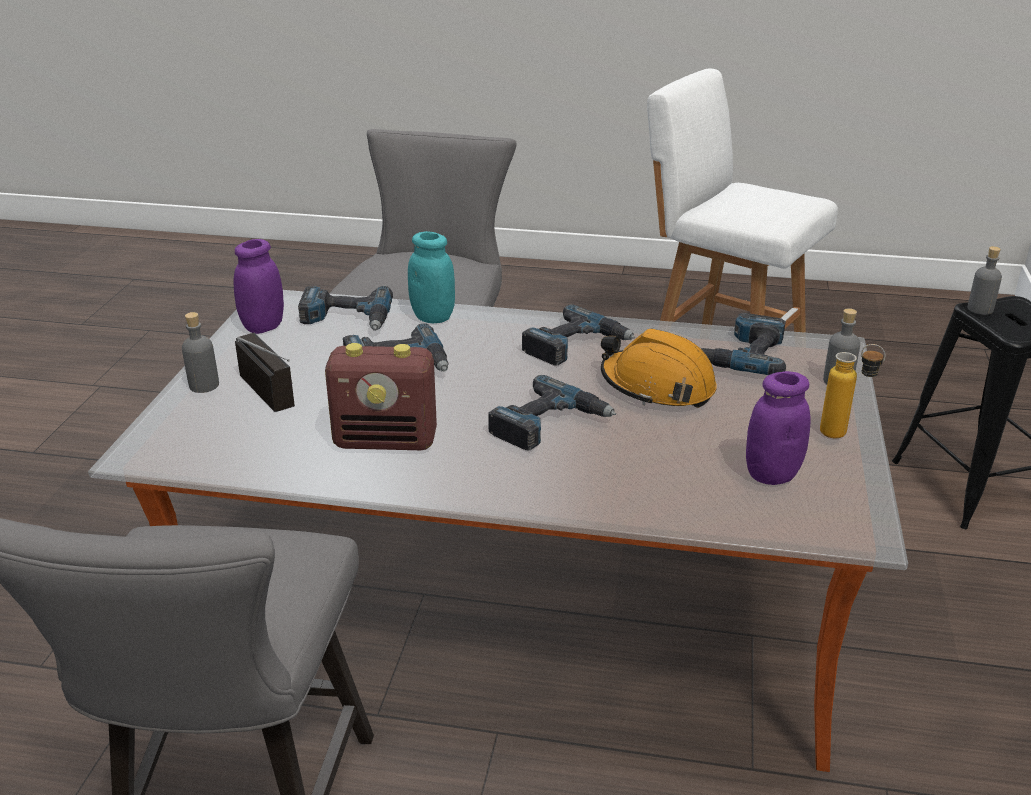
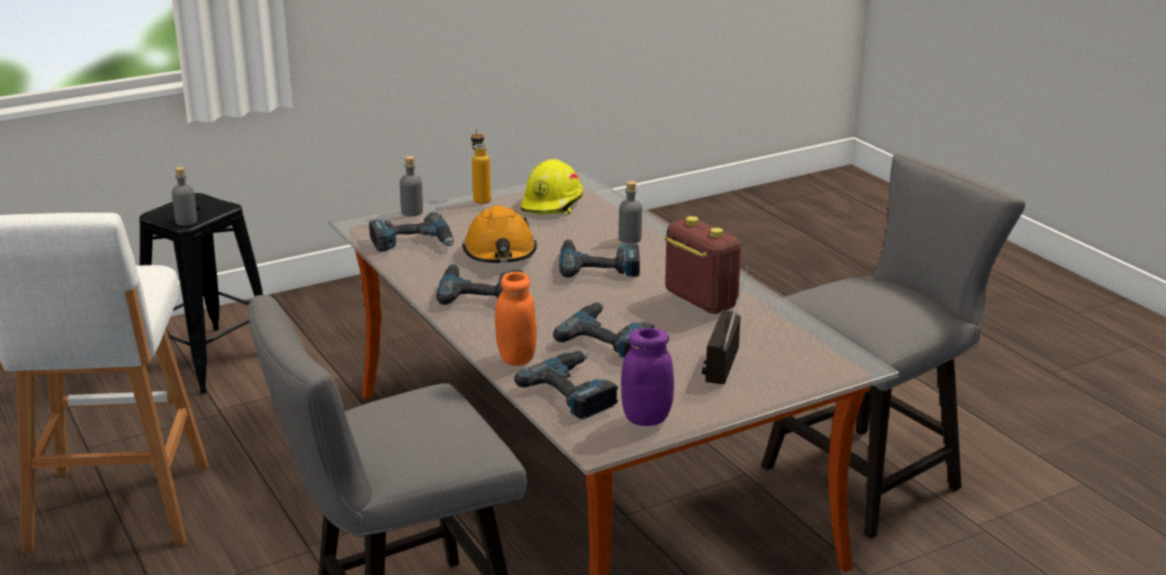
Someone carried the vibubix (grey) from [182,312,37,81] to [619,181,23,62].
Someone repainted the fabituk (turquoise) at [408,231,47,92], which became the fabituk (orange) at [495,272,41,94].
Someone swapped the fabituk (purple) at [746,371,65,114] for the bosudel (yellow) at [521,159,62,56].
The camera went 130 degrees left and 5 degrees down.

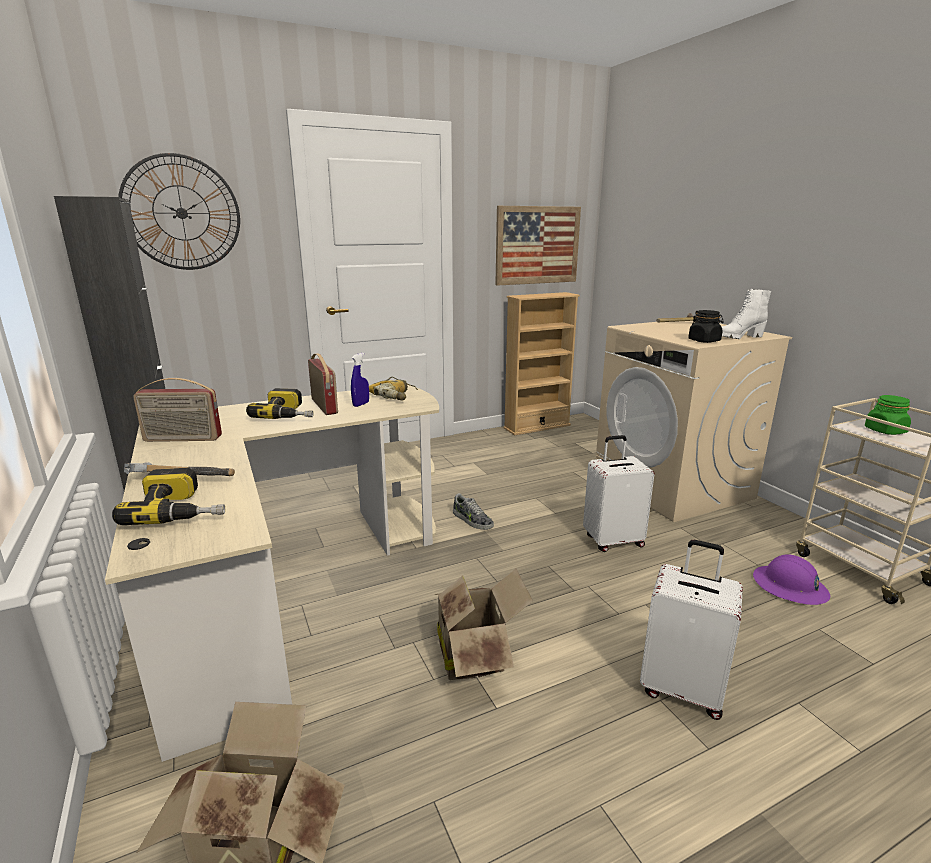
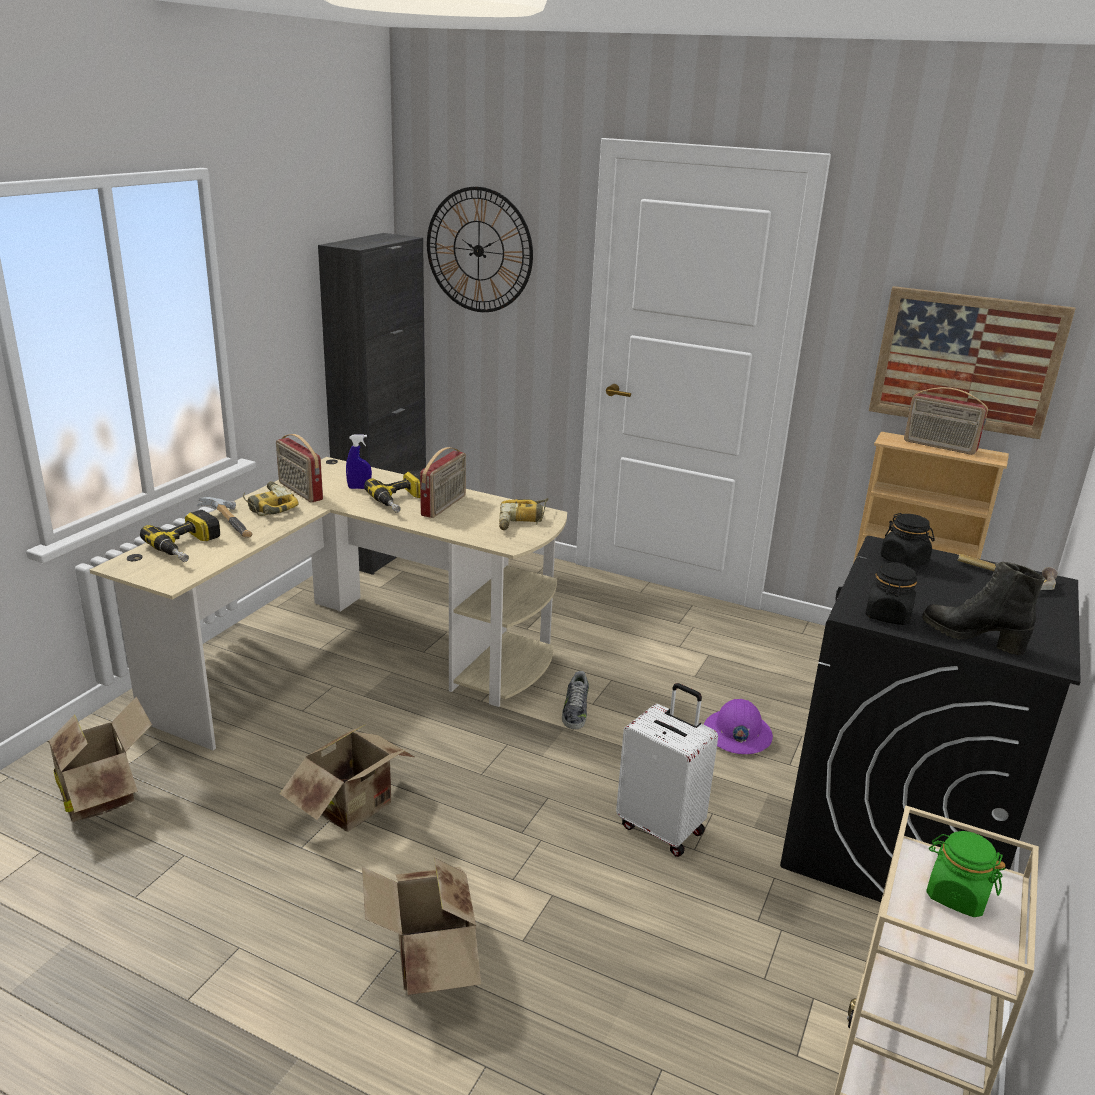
Someone carried the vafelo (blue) from [351,353,18,54] to [346,434,26,55].
Someone repainted the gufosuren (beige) at [596,321,196,201], which became the gufosuren (black) at [780,536,301,366].
Someone swapped the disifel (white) at [640,540,103,180] for the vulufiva at [362,858,119,137].
Someone repainted the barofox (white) at [722,289,49,50], which became the barofox (black) at [922,562,123,93].
Someone carried the bosudel (purple) from [753,554,77,51] to [704,699,69,55].
Someone put down the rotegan at [243,481,56,35].
Someone put down the fabituk (black) at [880,513,55,55].
Someone put down the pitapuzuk at [904,387,84,68].
The camera went 50 degrees right and 5 degrees up.

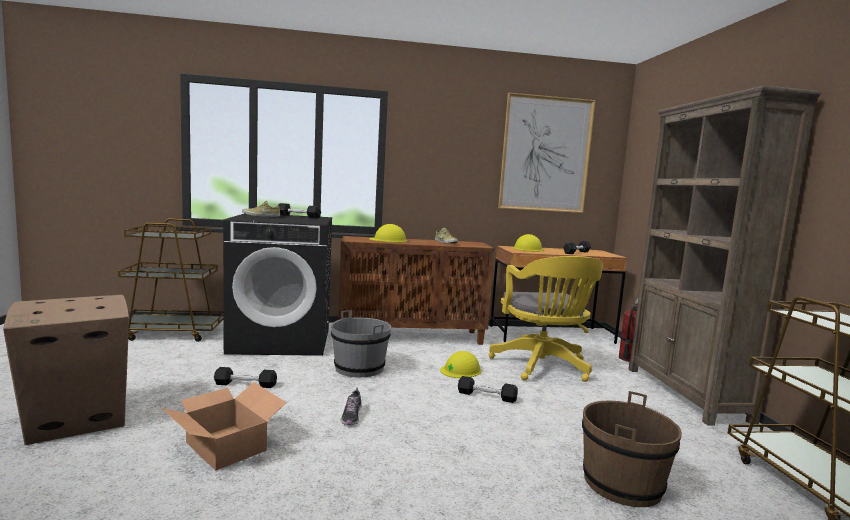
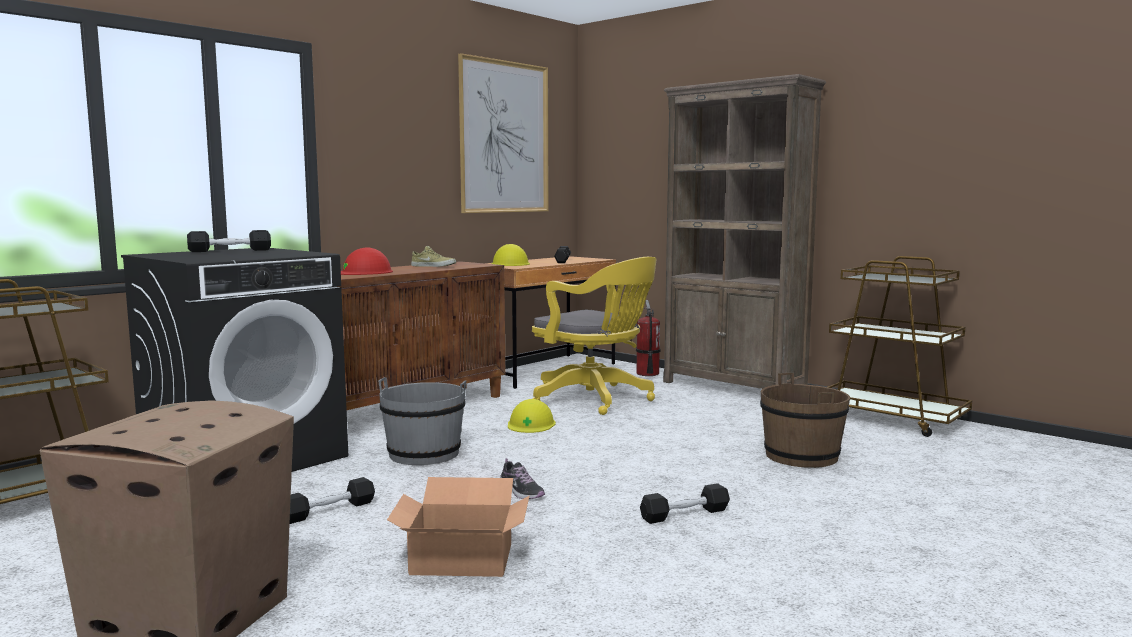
Someone took away the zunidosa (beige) at [242,201,38,16].
Someone repainted the bosudel (yellow) at [369,224,38,18], which became the bosudel (red) at [341,248,52,27].
Someone carried the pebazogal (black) from [458,376,60,27] to [640,483,90,41].
The camera went 40 degrees left and 0 degrees up.

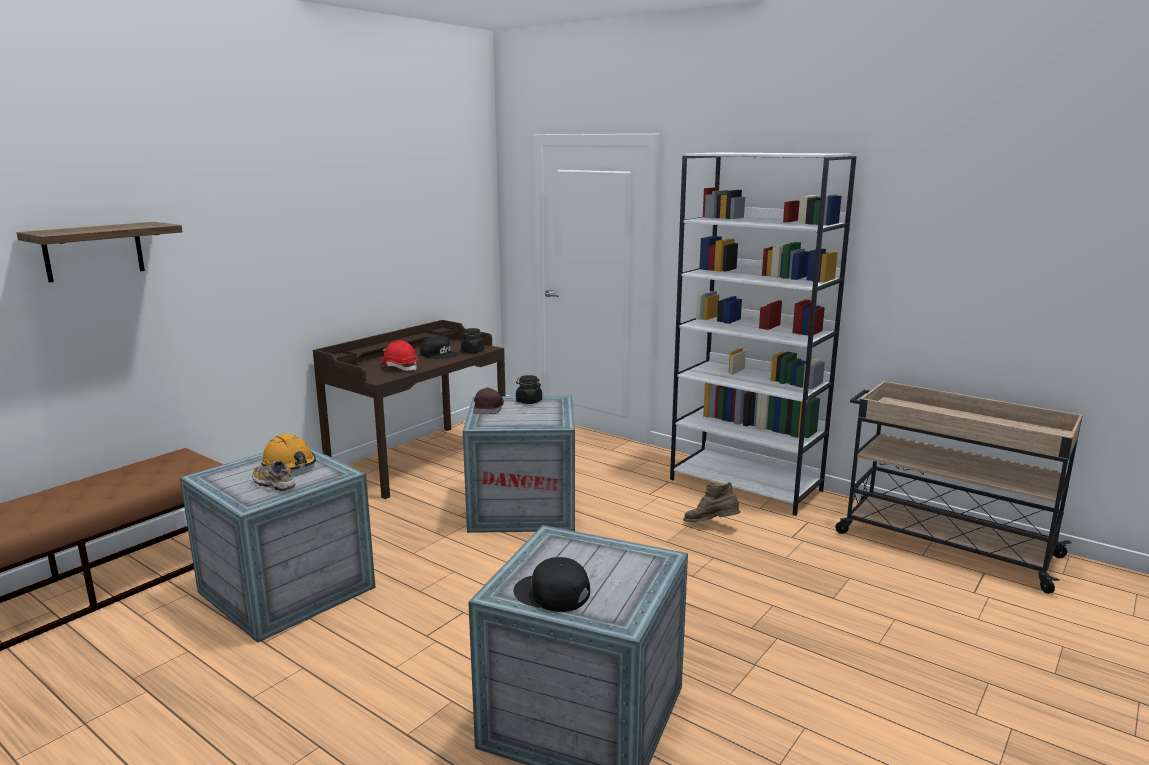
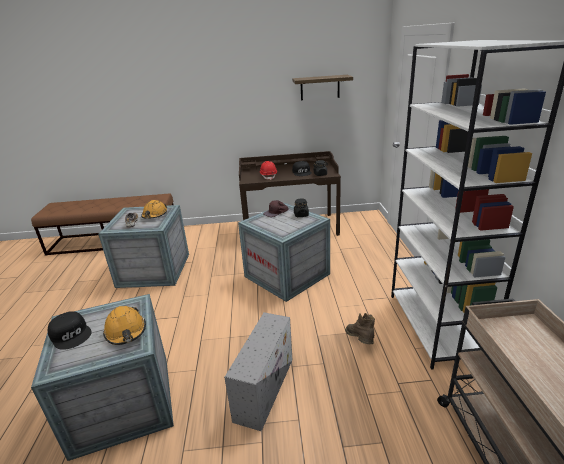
Someone carried the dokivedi from [17,222,165,60] to [292,75,61,25].
Someone rotated the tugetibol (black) at [513,557,77,55] by 150 degrees clockwise.
Someone put down the bosudel (orange) at [103,306,43,39].
Someone put down the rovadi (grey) at [224,312,68,119].
The camera went 50 degrees right and 10 degrees up.

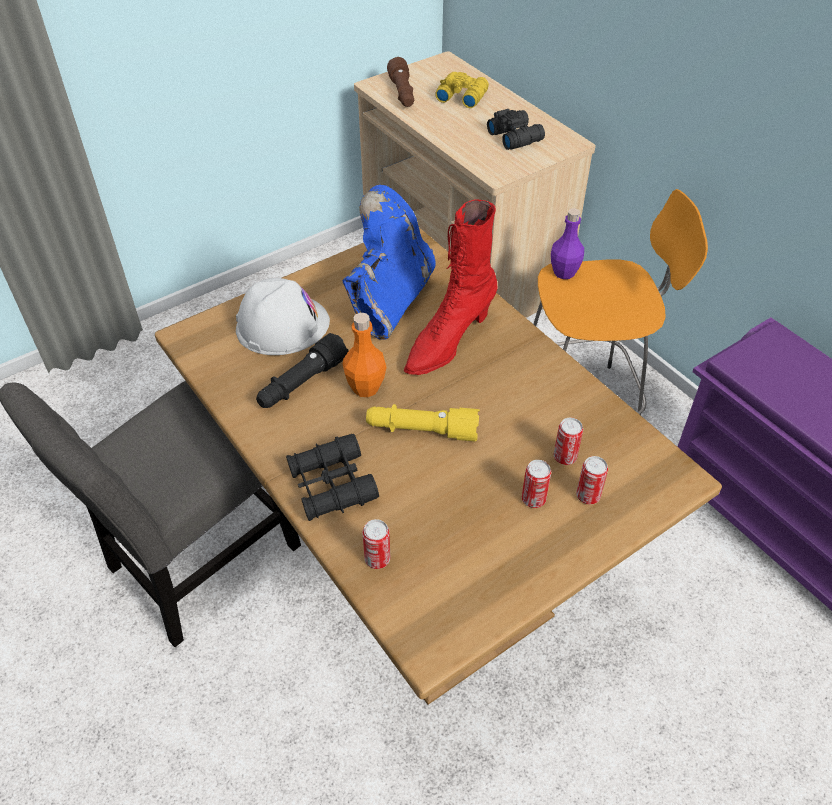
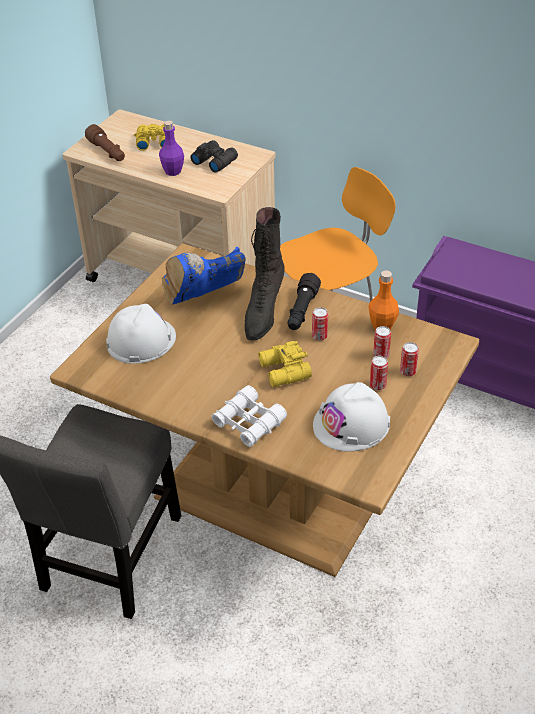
Someone carried the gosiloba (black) from [256,333,92,75] to [287,273,34,57].
Someone repainted the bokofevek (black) at [286,434,93,87], which became the bokofevek (white) at [211,385,76,62].
Someone rotated the barofox (blue) at [343,185,93,154] by 120 degrees counterclockwise.
Someone carried the vibubix (orange) from [343,313,44,84] to [368,270,31,60].
Someone carried the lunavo from [362,519,29,50] to [312,307,16,34].
Someone swapped the gosiloba (yellow) at [366,404,114,37] for the bokofevek (yellow) at [258,341,54,46].
Someone repainted the barofox (red) at [404,200,94,175], which became the barofox (black) at [245,207,40,134].
Someone carried the vibubix (purple) from [551,208,33,71] to [159,121,25,55].
Someone put down the bosudel (white) at [313,382,77,70].
The camera went 25 degrees left and 5 degrees down.

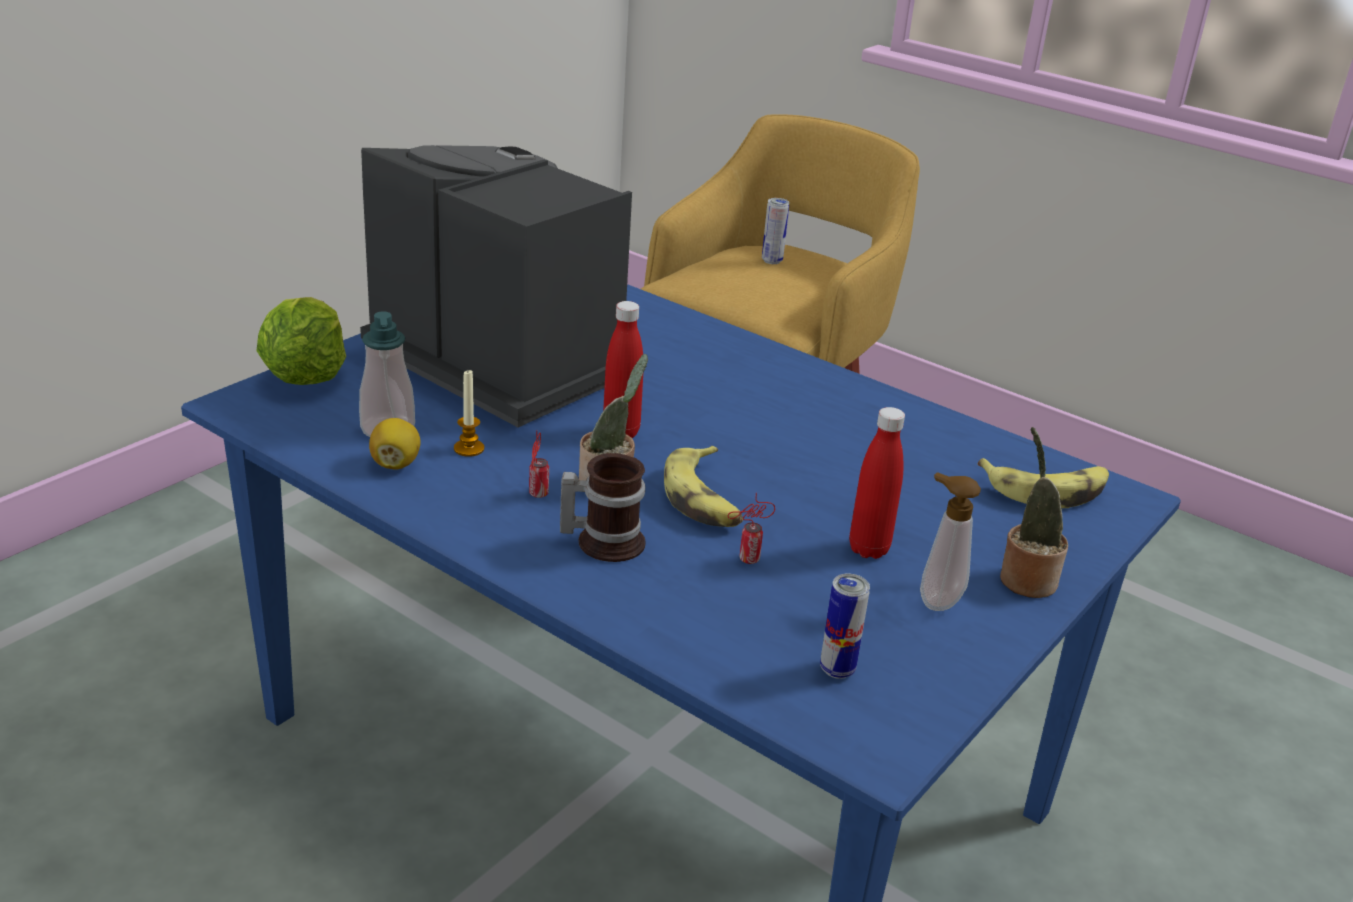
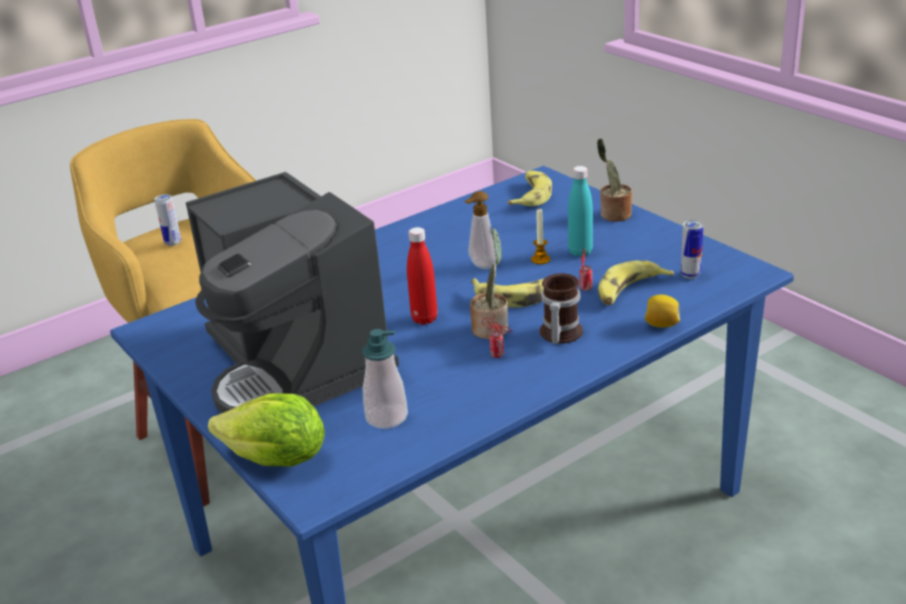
Someone rotated the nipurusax at [360,145,272,282] by 90 degrees counterclockwise.
Someone carried the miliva from [369,418,52,52] to [645,295,35,33].
Someone carried the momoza from [454,370,30,87] to [531,208,19,56].
Someone repainted the vibubix (red) at [850,407,55,152], which became the vibubix (turquoise) at [568,166,25,91].
Someone carried the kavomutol from [920,472,61,139] to [464,191,32,78].
Someone put down the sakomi at [598,260,76,45].
The camera went 70 degrees left and 0 degrees up.

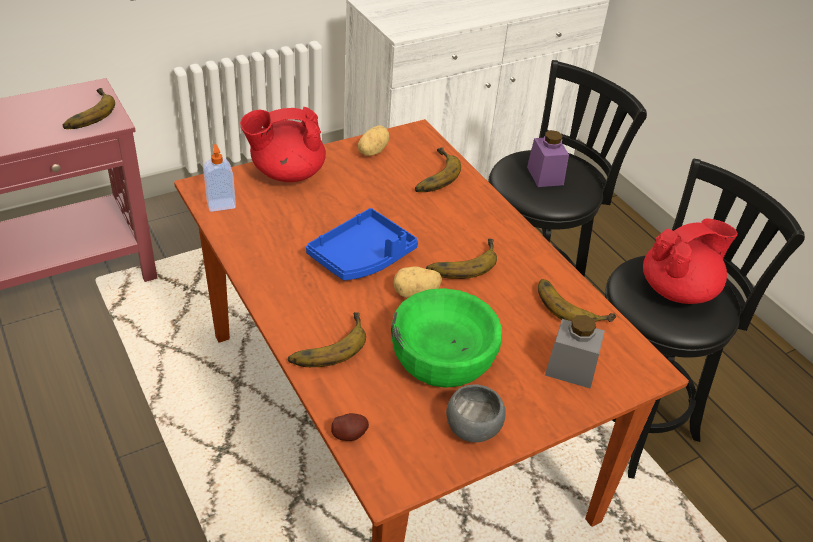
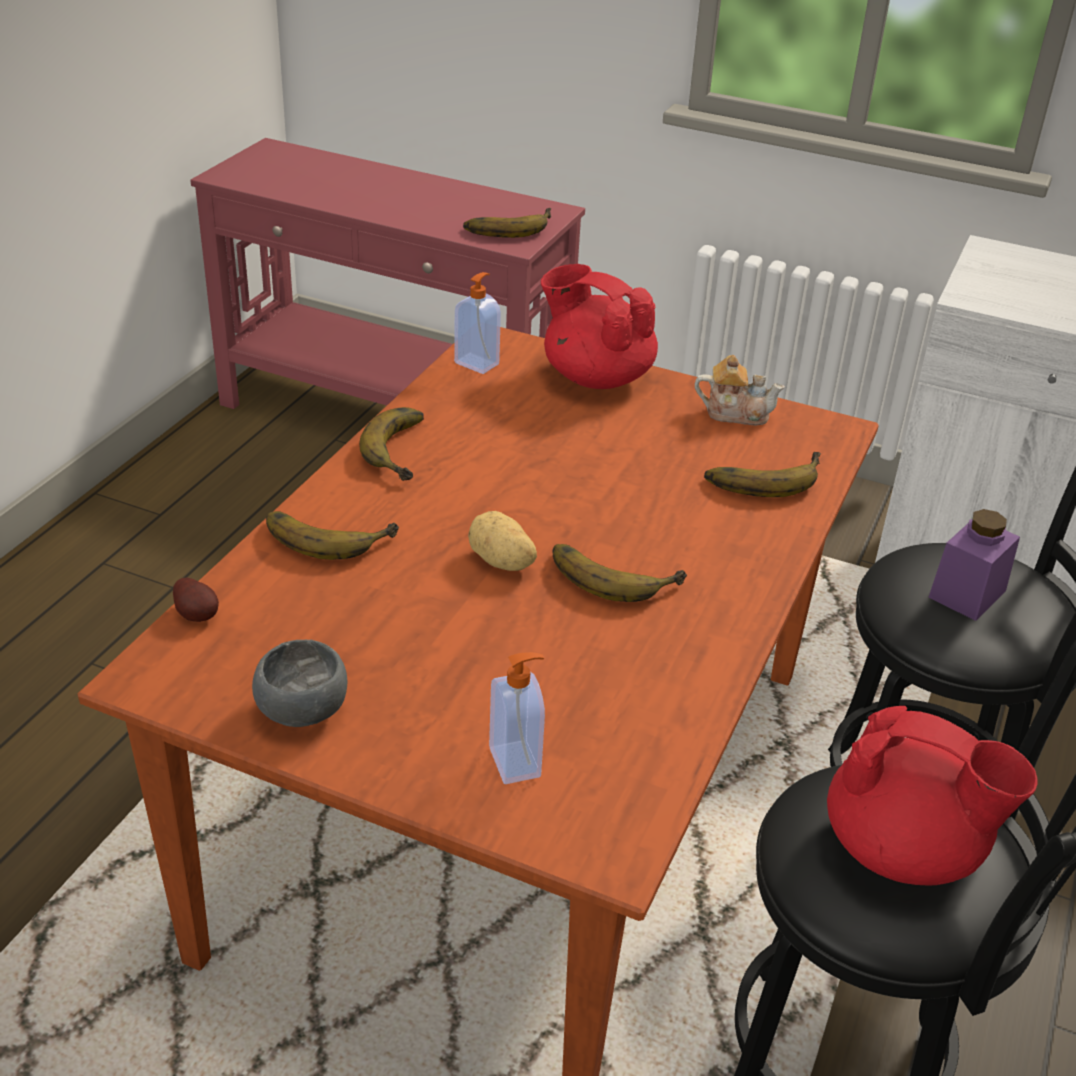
Someone took away the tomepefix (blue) at [306,208,112,72].
Someone swapped the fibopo at [358,125,32,31] for the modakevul at [695,355,90,70].
Someone took away the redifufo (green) at [391,288,111,100].
Someone carried the sakomi from [538,279,78,43] to [359,407,65,74].
Someone swapped the fabituk (grey) at [545,315,60,74] for the kavomutol at [489,652,56,132].
The camera went 55 degrees right and 5 degrees down.

